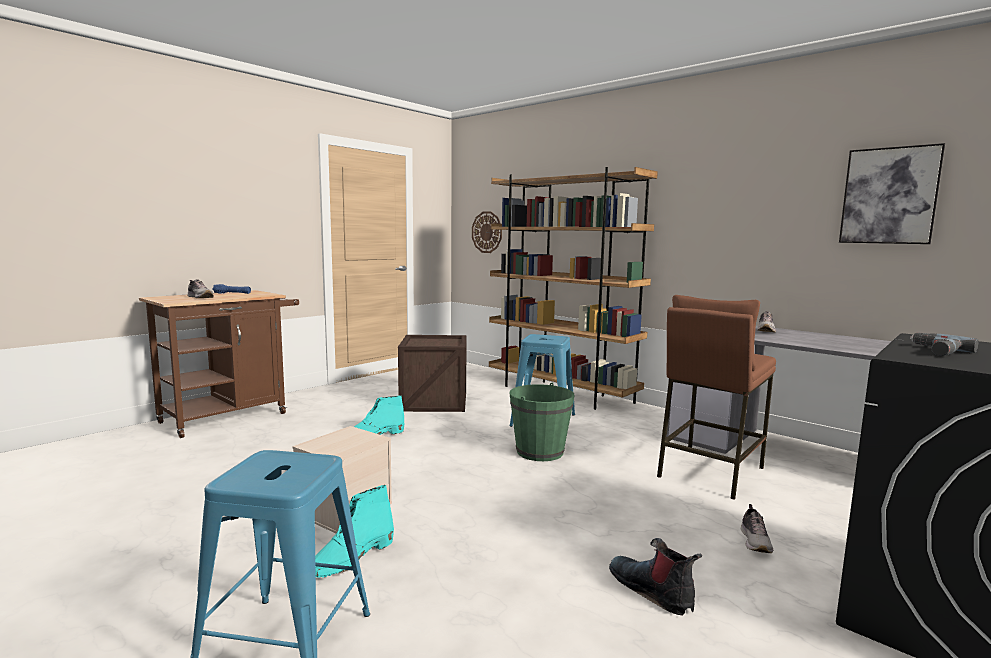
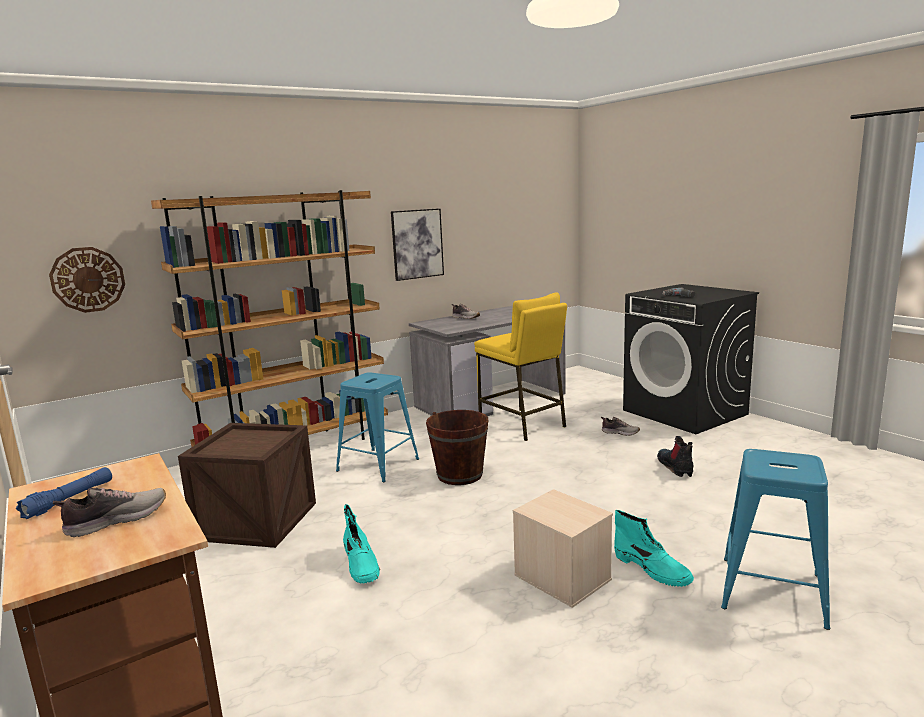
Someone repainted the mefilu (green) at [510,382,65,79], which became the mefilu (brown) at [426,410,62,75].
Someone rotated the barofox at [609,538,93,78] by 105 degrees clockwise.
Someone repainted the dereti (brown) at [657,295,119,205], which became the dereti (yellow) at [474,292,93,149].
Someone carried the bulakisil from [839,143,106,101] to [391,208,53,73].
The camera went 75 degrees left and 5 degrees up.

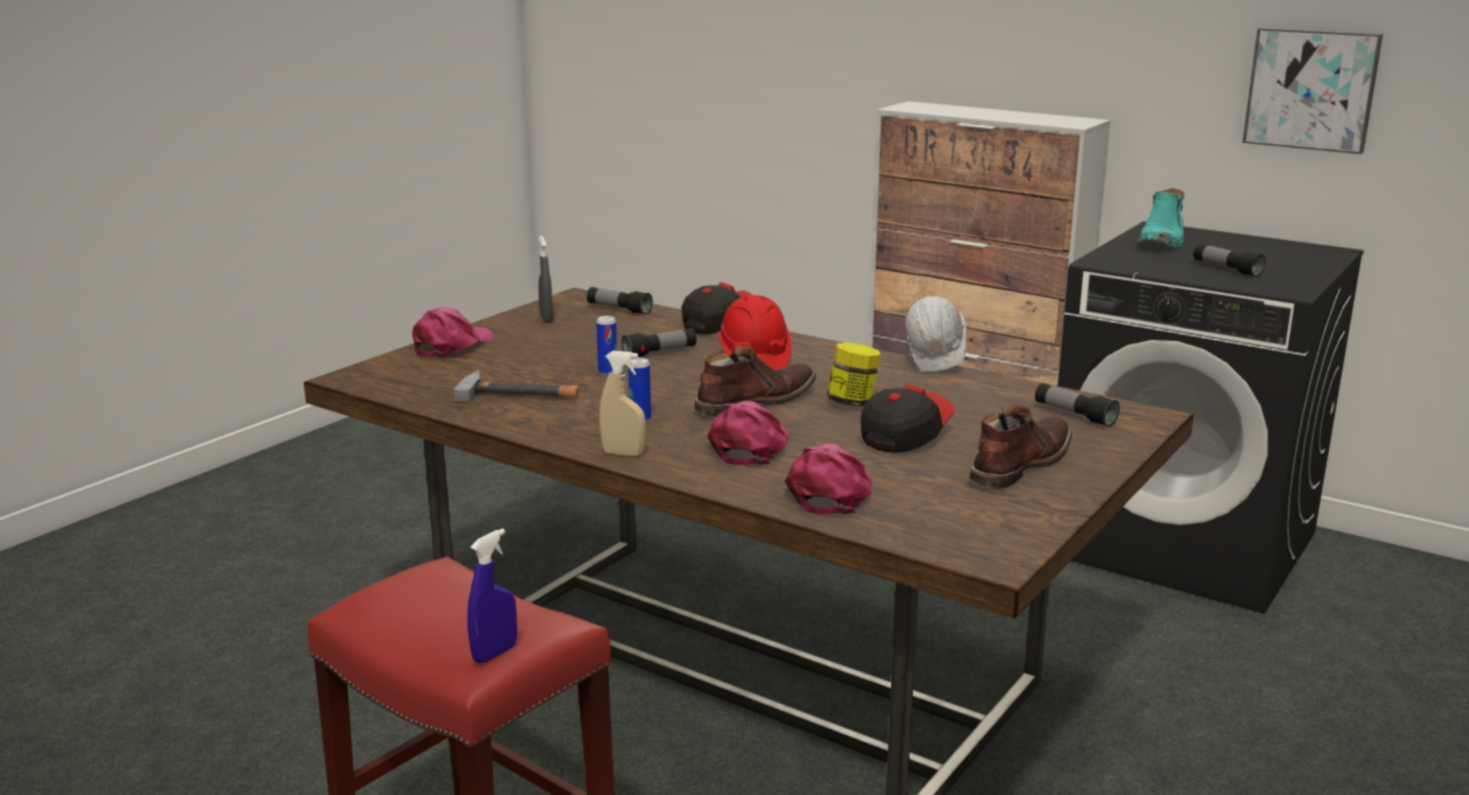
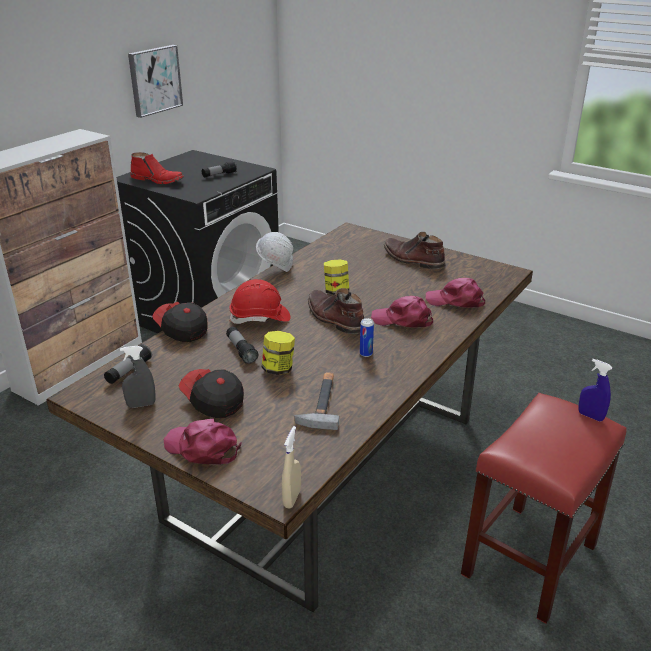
Someone swapped the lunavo at [596,316,21,59] for the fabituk at [262,331,33,44].
Someone carried the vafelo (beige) from [599,351,47,105] to [282,426,19,83].
Someone carried the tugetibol from [861,384,94,69] to [179,369,65,49].
Someone took away the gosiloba at [1035,383,85,44].
Someone repainted the barofox (turquoise) at [1138,188,46,59], which became the barofox (red) at [130,152,54,32].
The camera went 90 degrees left and 10 degrees up.

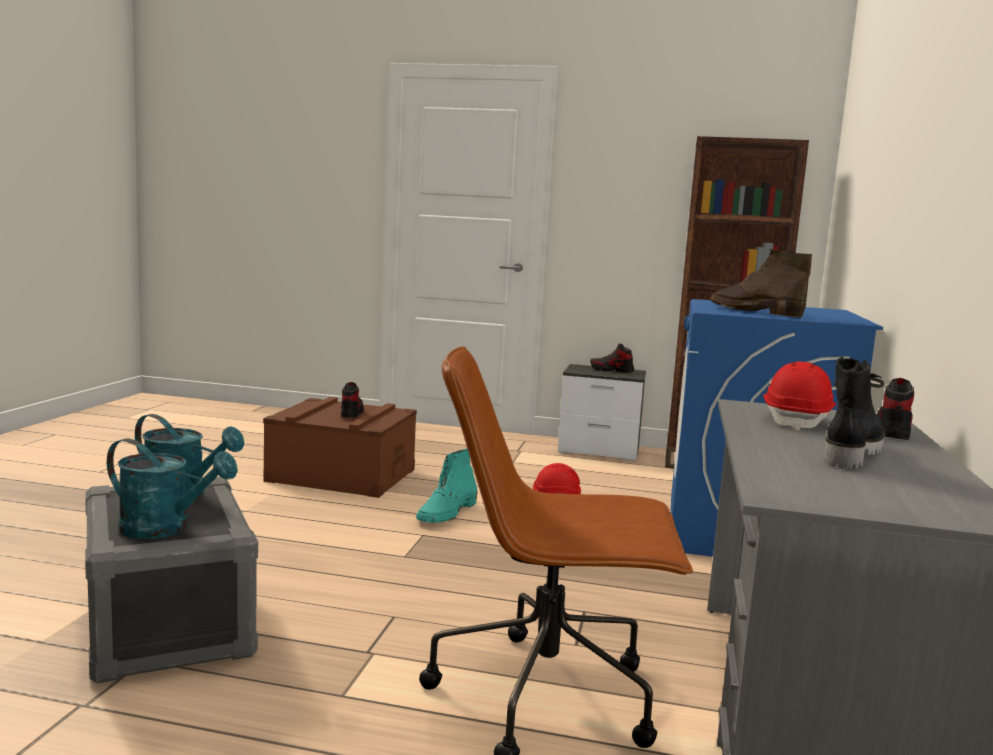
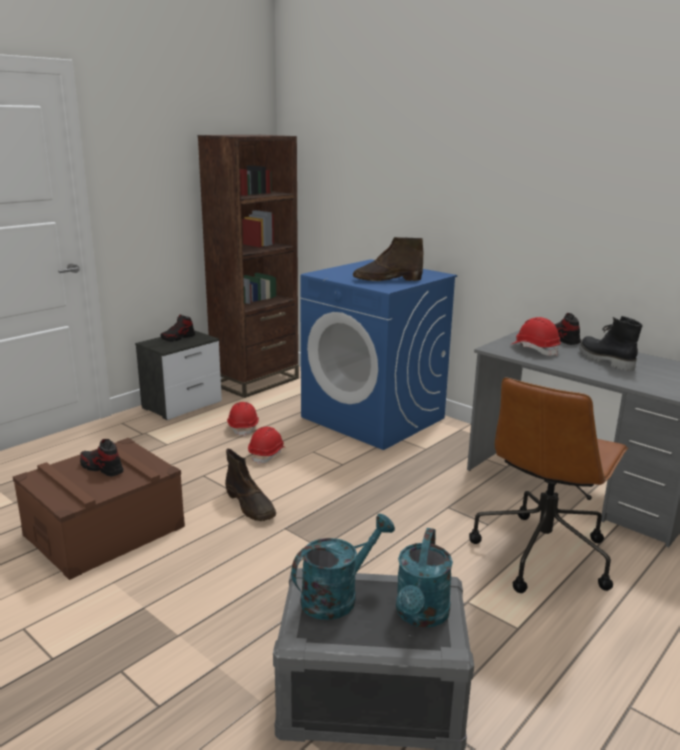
Someone rotated the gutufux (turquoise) at [107,438,131,101] by 150 degrees clockwise.
Someone repainted the barofox (turquoise) at [416,449,62,74], which became the barofox (brown) at [225,449,51,72].
Someone put down the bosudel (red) at [227,402,32,35].
The camera went 60 degrees left and 10 degrees up.

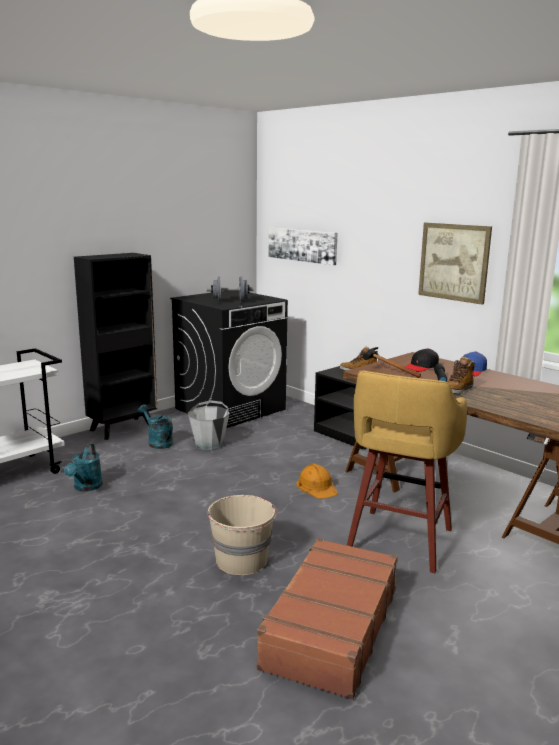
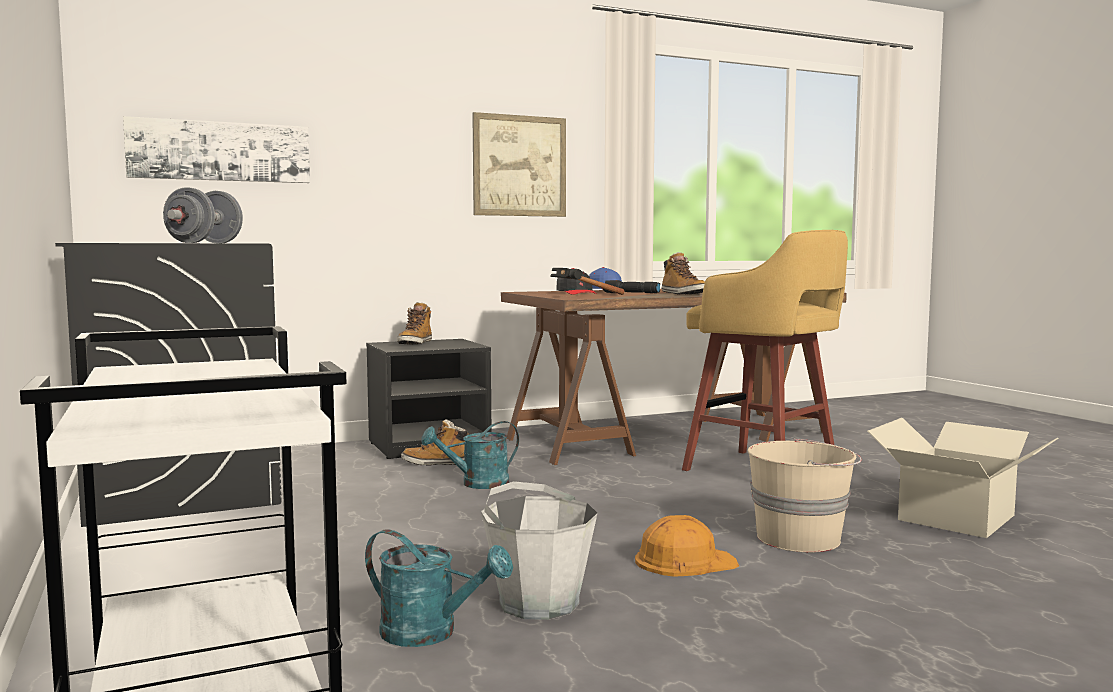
Someone took away the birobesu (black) at [74,253,83,187].
Someone carried the gutufux (turquoise) from [138,405,35,44] to [421,421,98,68].
Someone carried the mefilu (grey) from [188,400,42,50] to [481,481,116,139].
Someone swapped the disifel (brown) at [256,538,142,161] for the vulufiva at [867,418,191,120].
Someone carried the bosudel (orange) from [297,463,41,36] to [635,515,104,62].
Someone put down the barofox at [401,419,68,47].
The camera went 70 degrees left and 10 degrees down.

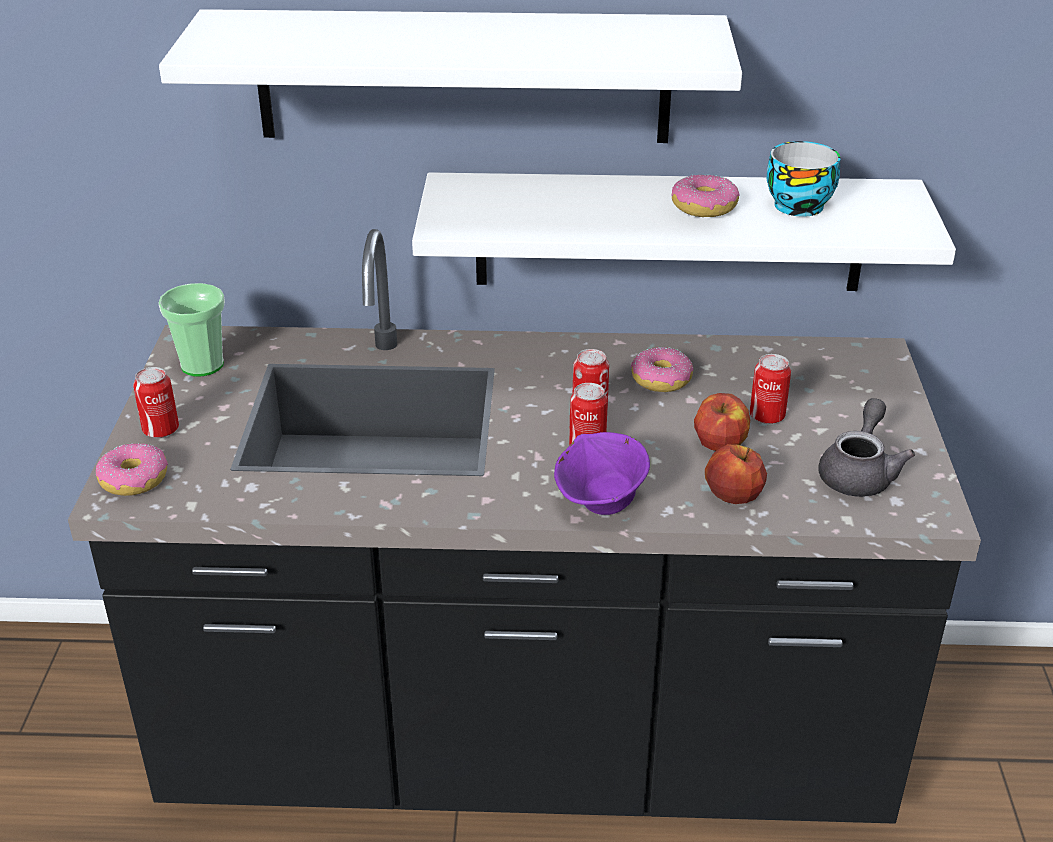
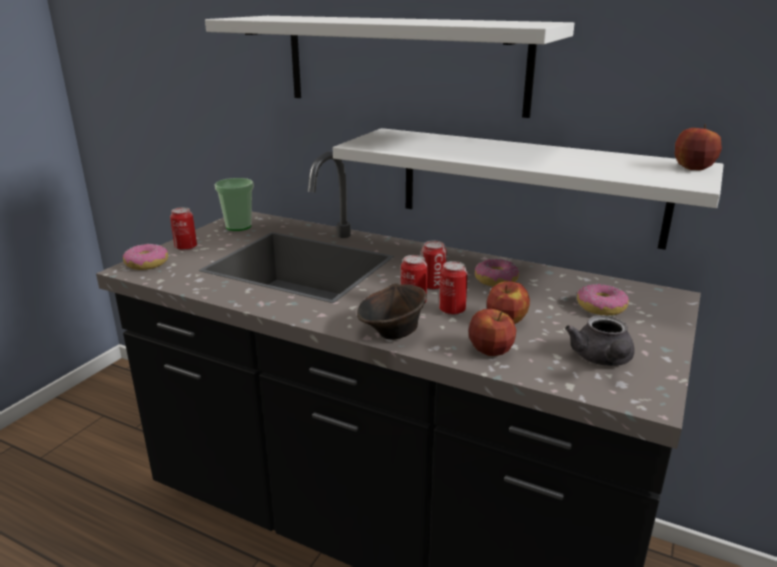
Someone repainted the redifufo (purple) at [554,432,96,83], which became the redifufo (brown) at [357,283,70,57].
Someone carried the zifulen from [672,175,68,42] to [577,283,52,33].
Someone carried the lunavo from [750,354,41,70] to [439,261,29,54].
Someone took away the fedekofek at [767,141,73,76].
Someone rotated the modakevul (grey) at [819,398,96,99] by 135 degrees clockwise.
Someone put down the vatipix at [674,124,48,46].
The camera went 25 degrees right and 10 degrees down.

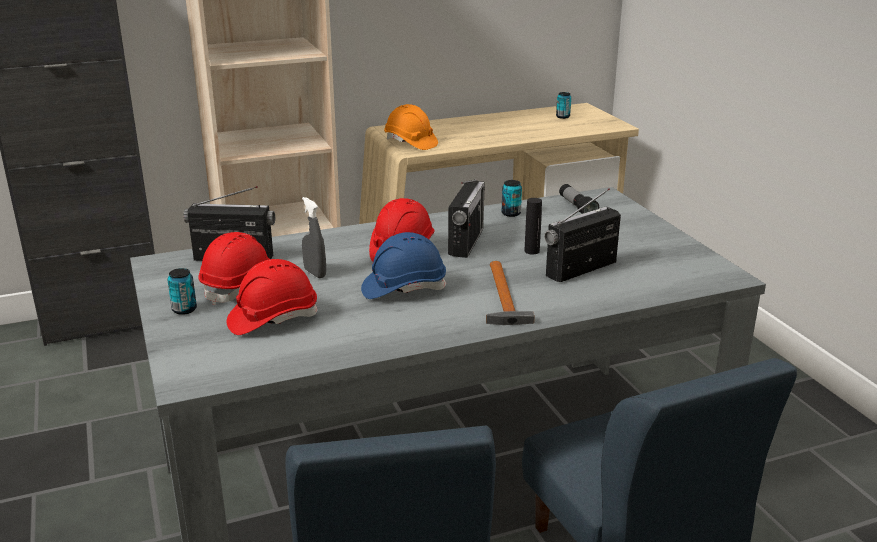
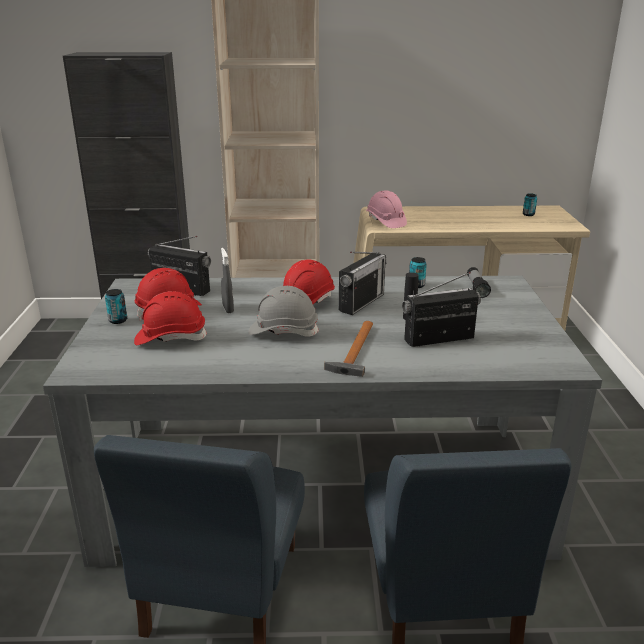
Someone repainted the bosudel (blue) at [361,232,85,67], which became the bosudel (grey) at [248,286,71,51].
Someone repainted the bosudel (orange) at [384,104,54,46], which became the bosudel (pink) at [366,190,41,38].
The camera went 20 degrees right and 0 degrees up.

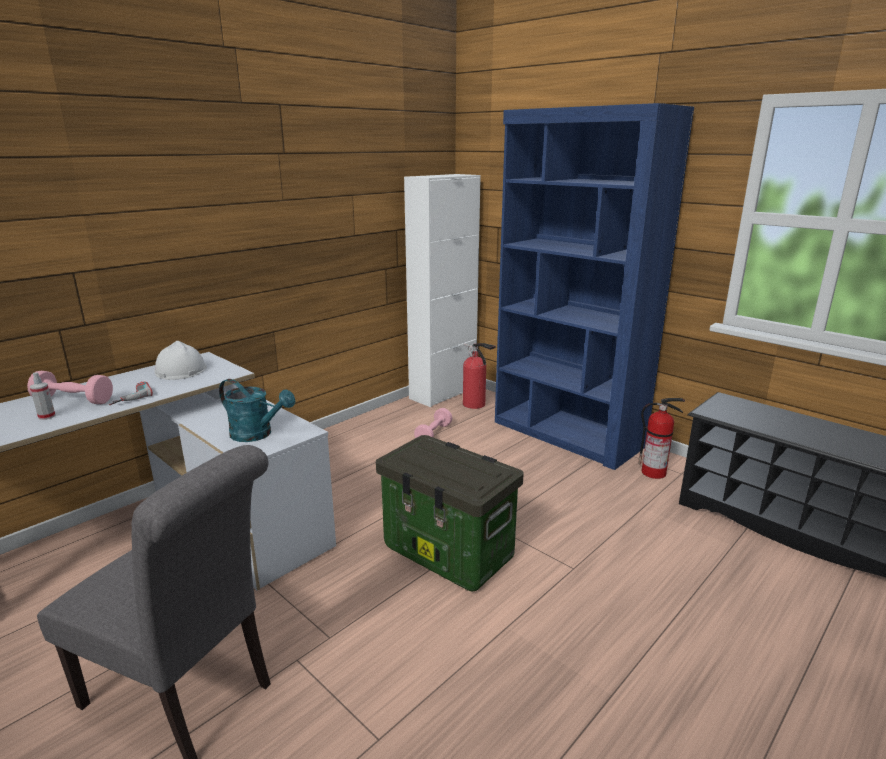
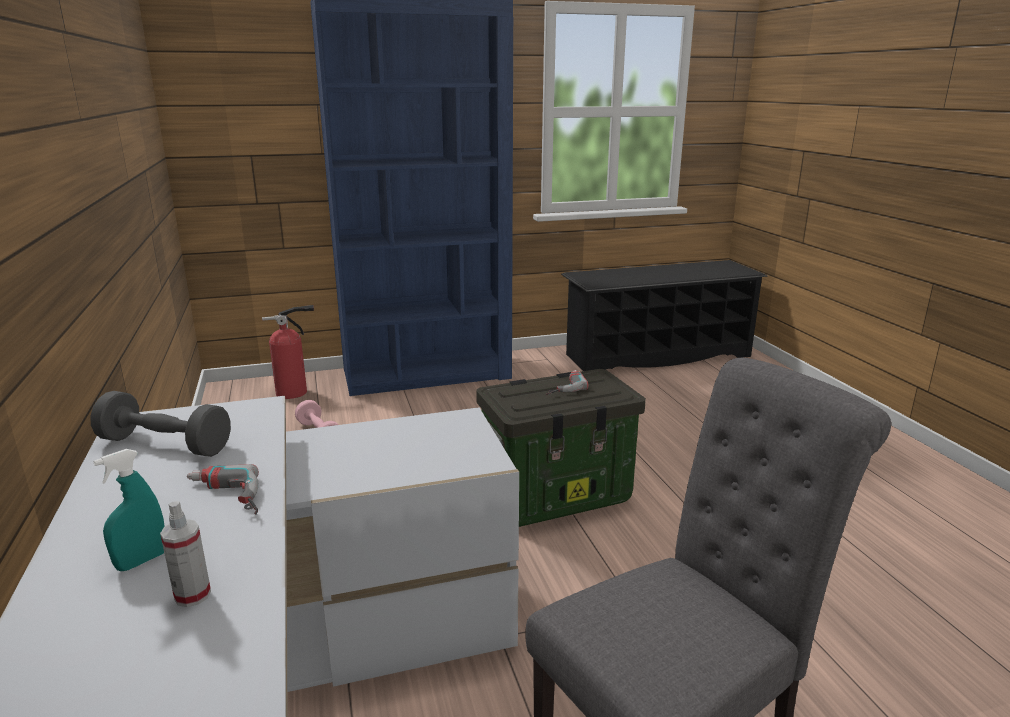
Someone swapped the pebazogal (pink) at [27,371,86,33] for the vafelo (turquoise) at [93,449,72,122].
Someone swapped the bosudel (white) at [155,341,52,39] for the pebazogal (grey) at [90,391,141,66].
Someone took away the gutufux (turquoise) at [219,379,76,63].
Someone took away the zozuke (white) at [404,174,77,233].
Someone took away the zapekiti at [638,398,47,81].
Someone put down the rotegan at [546,370,43,25].
The camera went 60 degrees left and 0 degrees up.

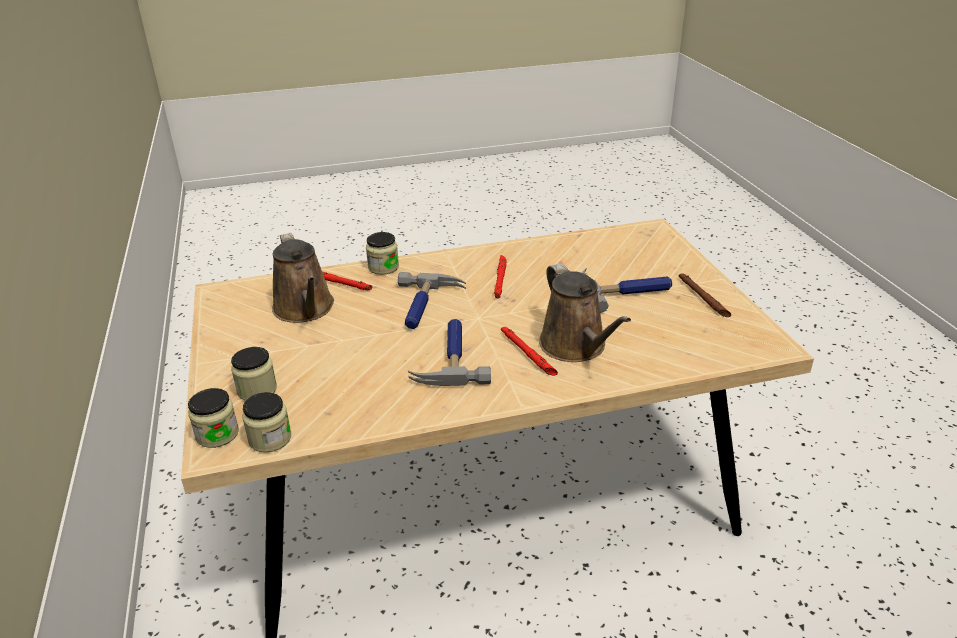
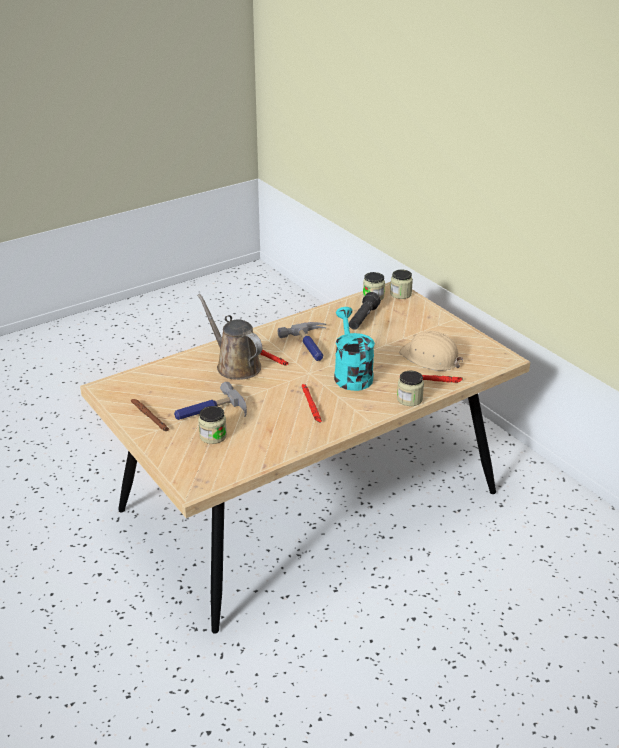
Someone carried the fabituk from [231,347,46,54] to [198,406,29,38].
Someone swapped the gutufux (brown) at [272,233,62,90] for the bosudel (beige) at [399,331,64,40].
Someone swapped the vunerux at [398,272,68,57] for the gutufux (turquoise) at [334,307,41,84].
Someone put down the gosiloba (black) at [349,292,32,38].
The camera went 160 degrees right and 0 degrees up.

